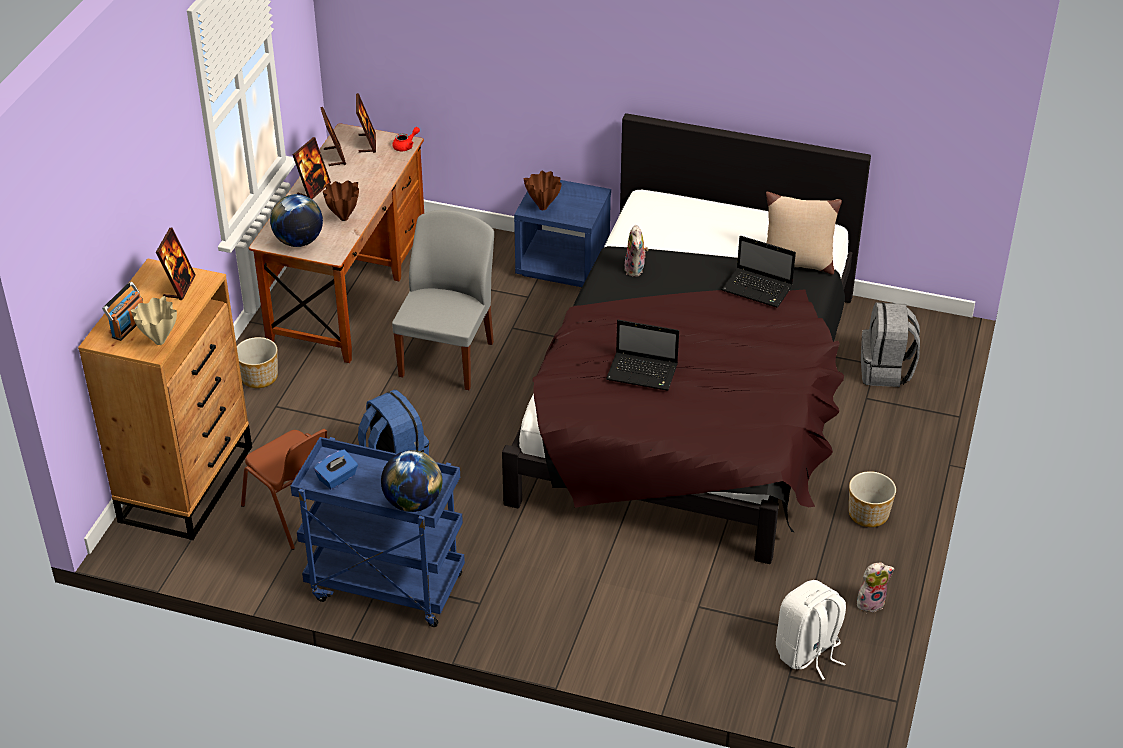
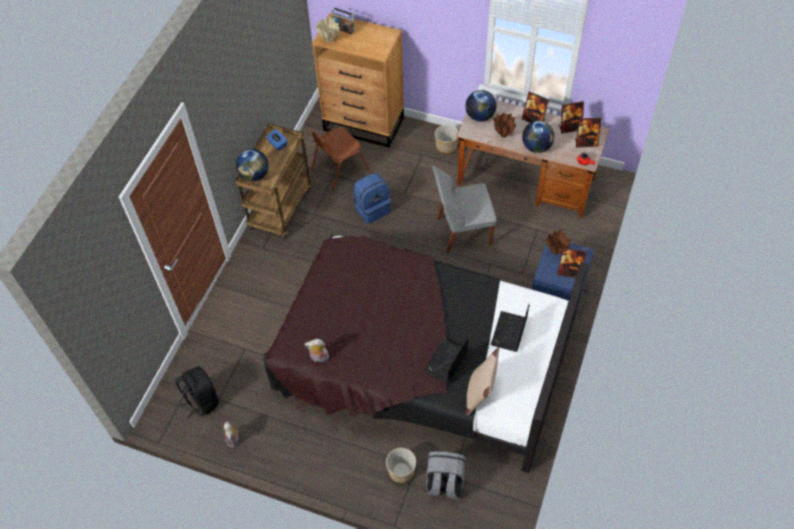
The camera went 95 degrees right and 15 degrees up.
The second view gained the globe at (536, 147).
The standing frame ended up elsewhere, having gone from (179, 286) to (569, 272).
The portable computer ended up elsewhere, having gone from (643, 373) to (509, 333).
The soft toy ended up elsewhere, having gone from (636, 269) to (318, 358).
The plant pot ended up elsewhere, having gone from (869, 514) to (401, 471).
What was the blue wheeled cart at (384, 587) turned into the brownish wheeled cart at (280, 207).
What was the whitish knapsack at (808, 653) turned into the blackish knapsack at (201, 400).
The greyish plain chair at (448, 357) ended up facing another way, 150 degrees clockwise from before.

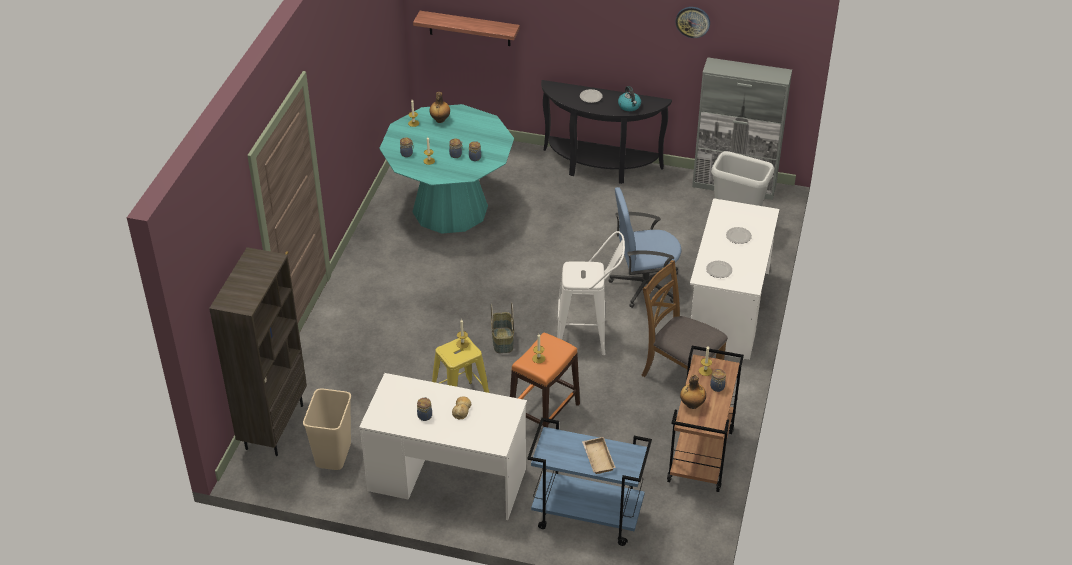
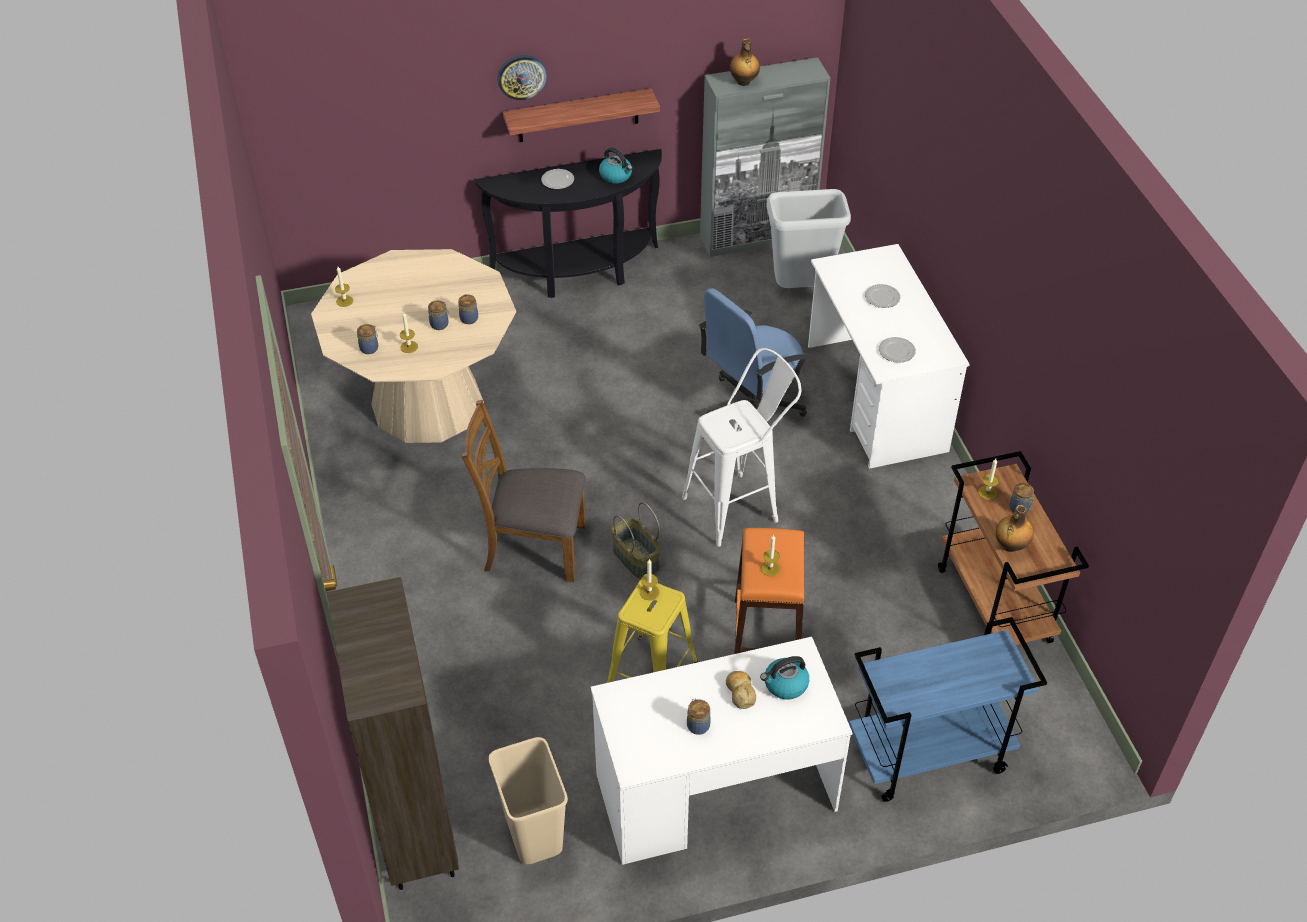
The camera went 30 degrees left and 5 degrees up.
The second view lost the beige carrying tray at (597, 458).
The second view gained the kettle at (785, 685).
The shelf ended up elsewhere, having gone from (469, 28) to (578, 116).
The beverage bottle ended up elsewhere, having gone from (440, 120) to (743, 82).
The brownish plain chair ended up elsewhere, having gone from (680, 374) to (533, 547).
The hanging clock ended up elsewhere, having gone from (693, 21) to (521, 76).
What was the turquoise-coloured dining table at (450, 209) turned into the beige dining table at (427, 403).

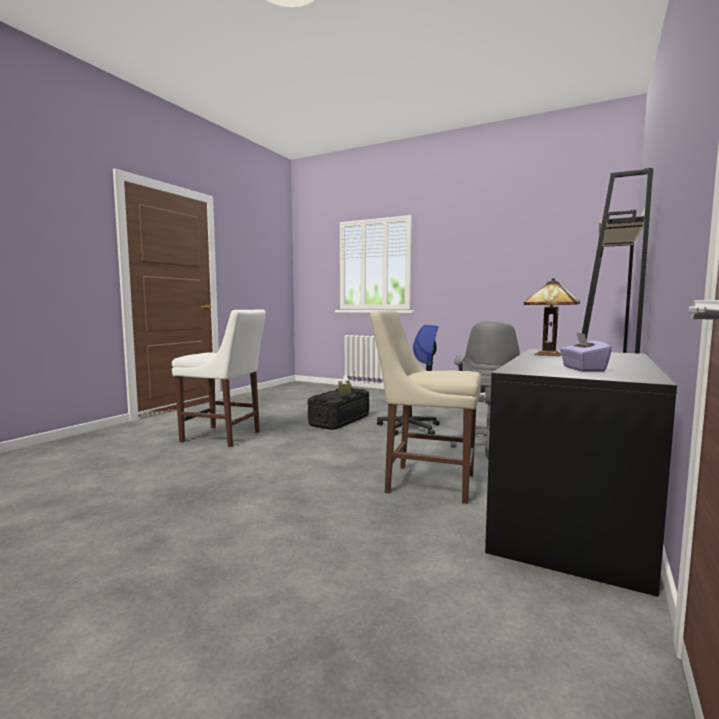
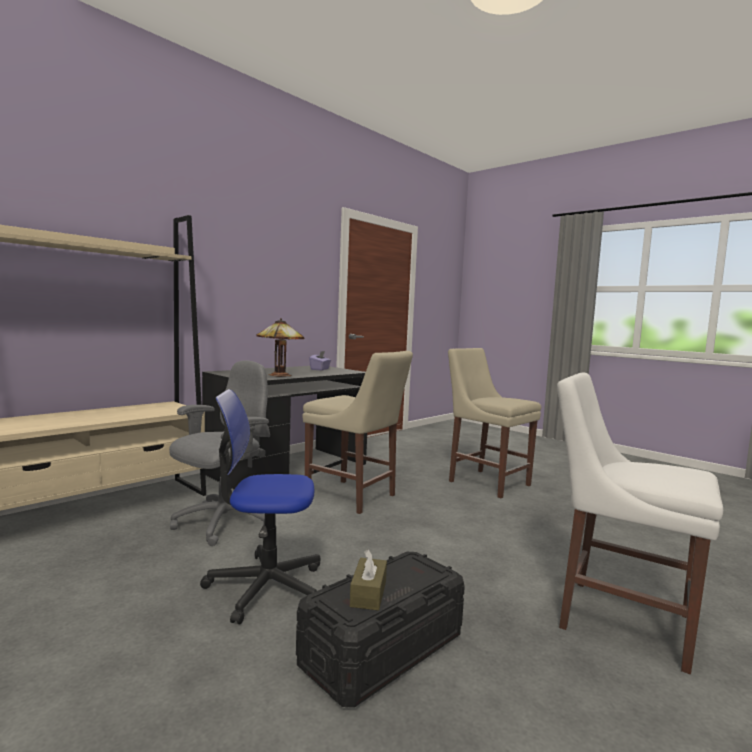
The camera went 165 degrees left and 0 degrees up.
The second view gained the beige plain chair at (486, 482).

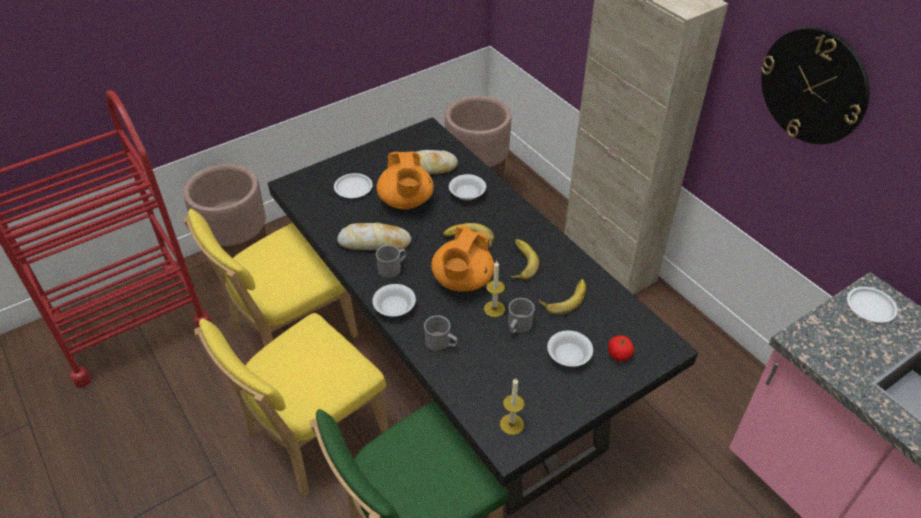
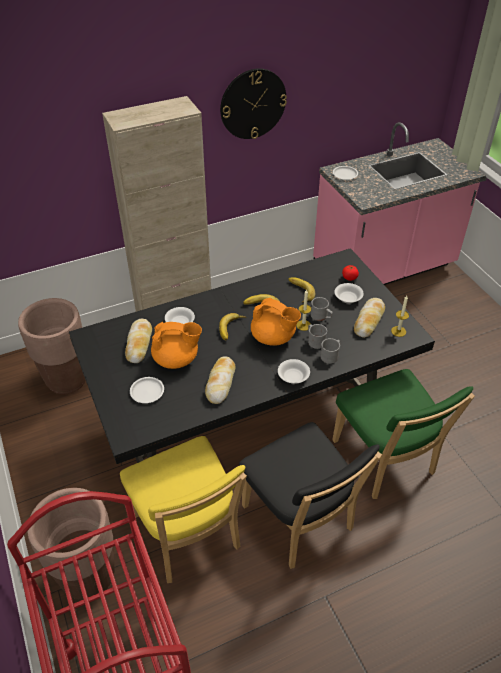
The camera went 80 degrees left and 0 degrees up.
The second view gained the bread at (369, 320).
The greyish tea mug ended up elsewhere, having gone from (392, 268) to (315, 340).
What was the yellow-coloured plain chair at (312, 438) turned into the blackish plain chair at (300, 521).

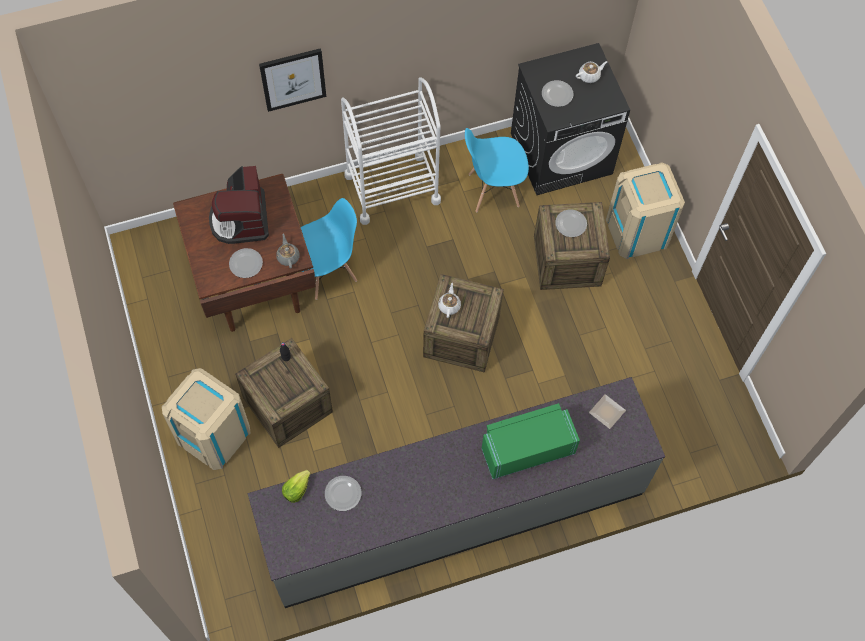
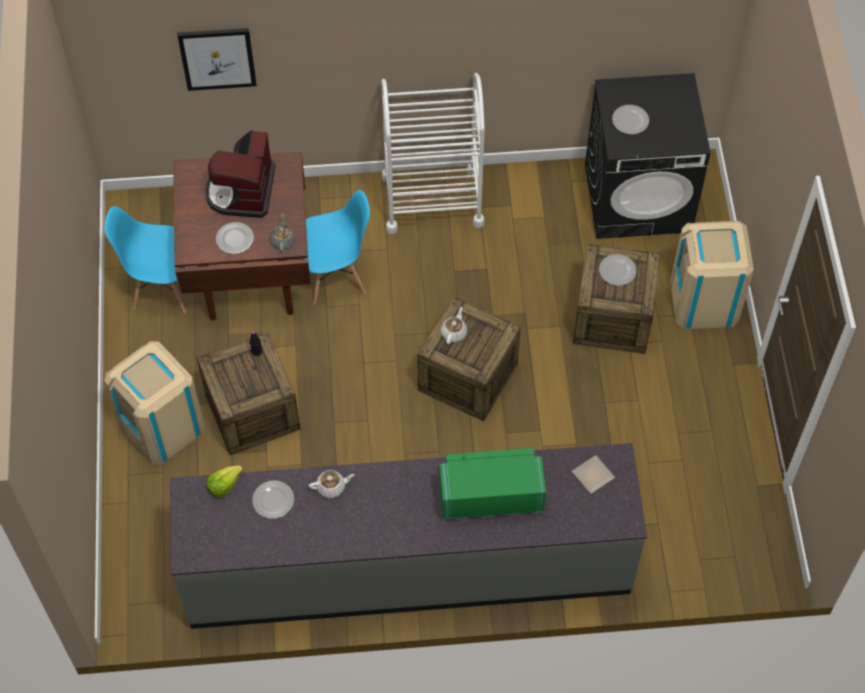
The camera went 15 degrees right and 5 degrees down.
The wall art ended up elsewhere, having gone from (293, 79) to (217, 58).
The blue plain chair ended up elsewhere, having gone from (493, 190) to (162, 288).
The whitish teapot ended up elsewhere, having gone from (589, 76) to (331, 487).

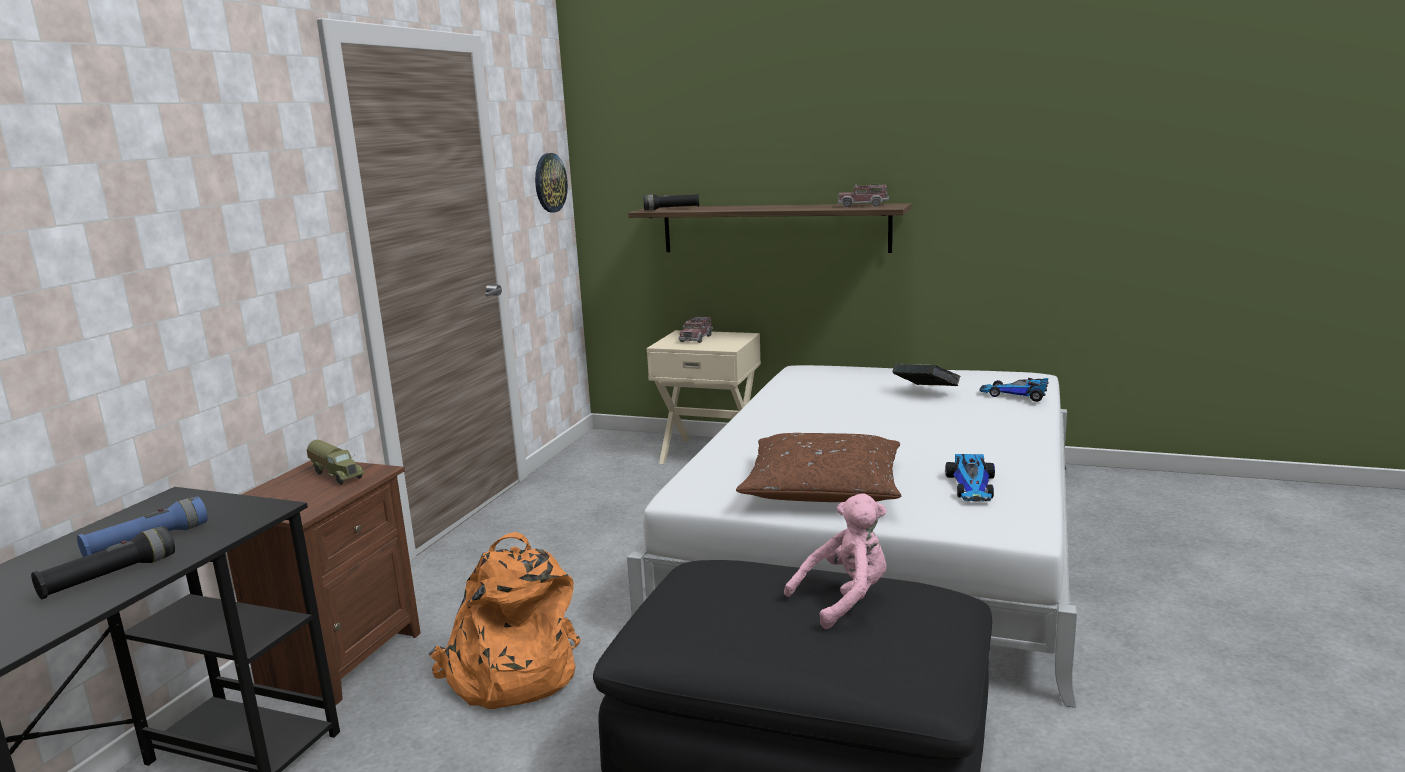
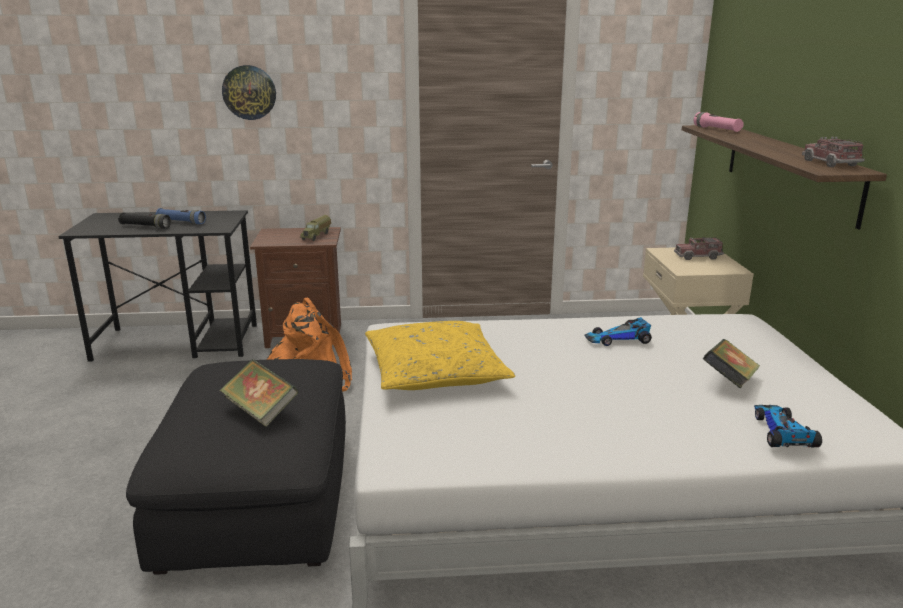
The camera went 65 degrees right and 5 degrees up.
The hanging clock ended up elsewhere, having gone from (549, 182) to (249, 92).
The model car ended up elsewhere, having gone from (973, 487) to (618, 339).
Where the pinkish soft toy stood at (845, 599), the book came to stand at (261, 411).
What was the blackish flashlight at (671, 209) turned into the pinkish flashlight at (716, 129).
What was the brownish cushion at (823, 488) turned into the yellow-coloured cushion at (435, 371).

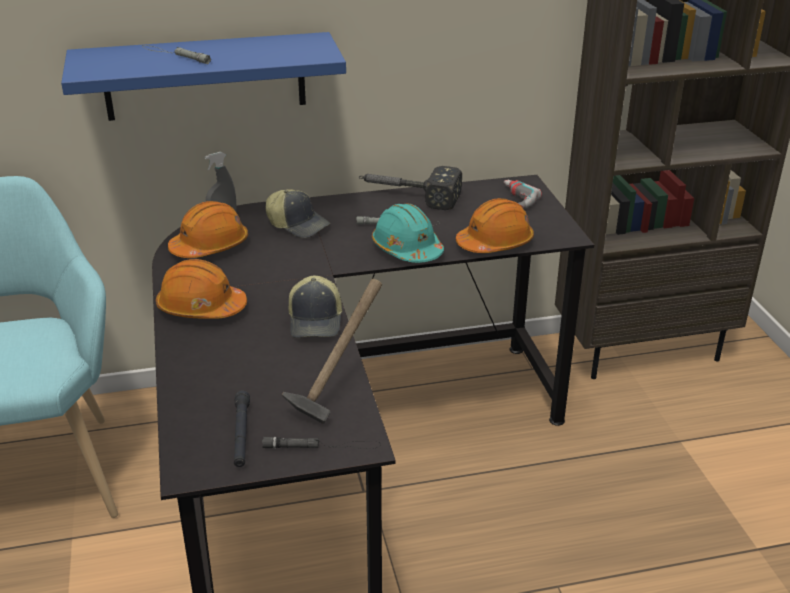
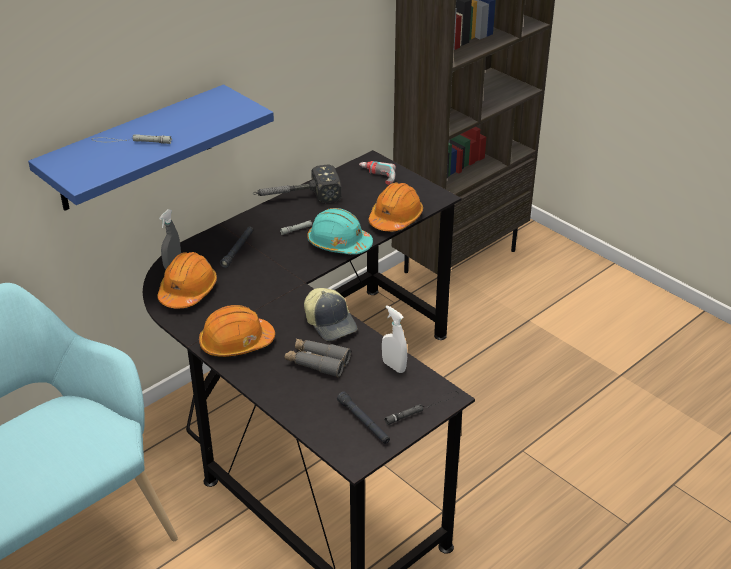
The camera went 30 degrees left and 5 degrees up.
The second view gained the greyish field glasses at (317, 362).
Where the cap stood at (298, 225), the blackish flashlight came to stand at (238, 250).
Where the tool hammer stood at (337, 389), the whitish hand sprayer came to stand at (394, 366).

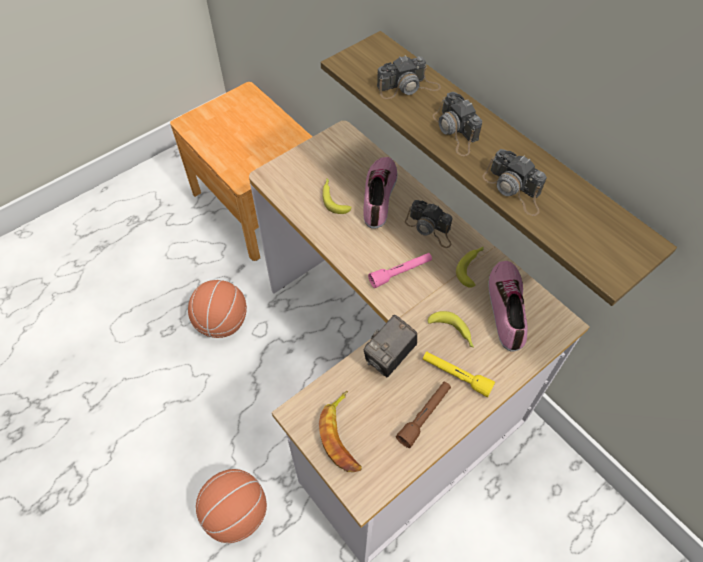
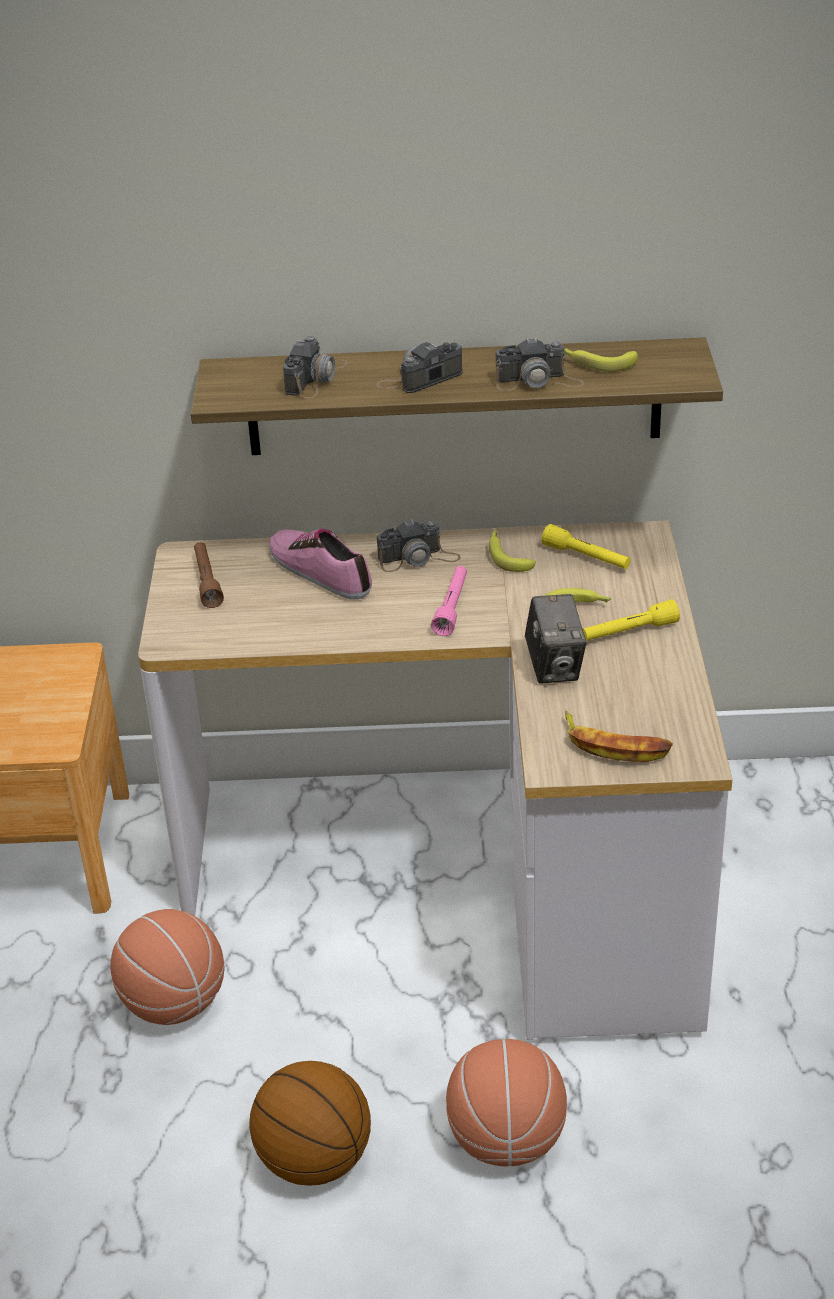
The camera went 50 degrees left and 20 degrees down.
The second view gained the ball for basketball at (314, 1159).
The banana fruit ended up elsewhere, having gone from (334, 198) to (597, 363).
The brownish flashlight ended up elsewhere, having gone from (424, 416) to (207, 581).
Where the item of footwear stood at (508, 307), the yellow-coloured flashlight came to stand at (586, 558).
The photo camera at (455, 131) ended up facing another way, 135 degrees clockwise from before.

